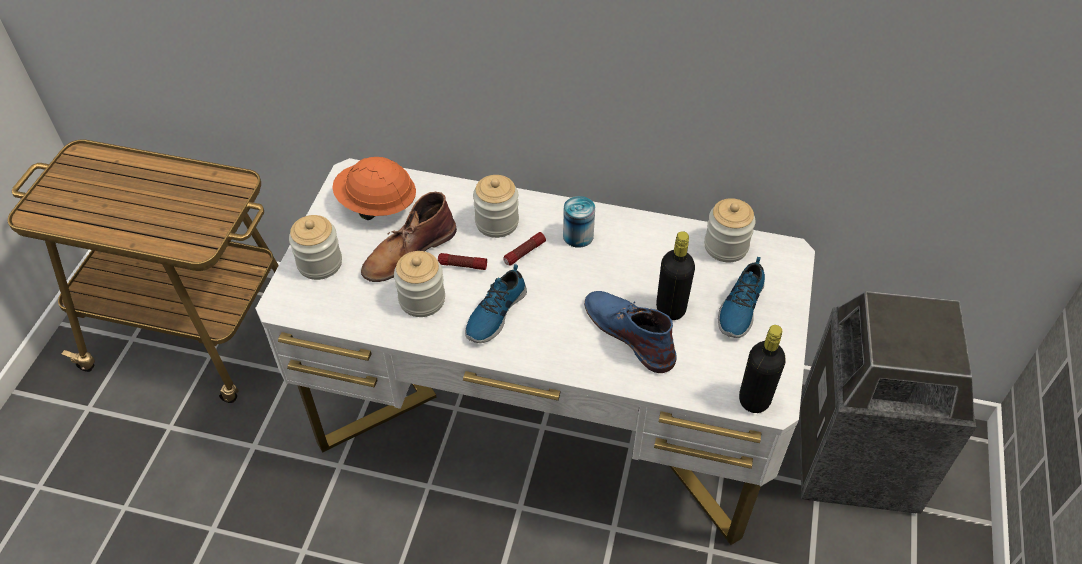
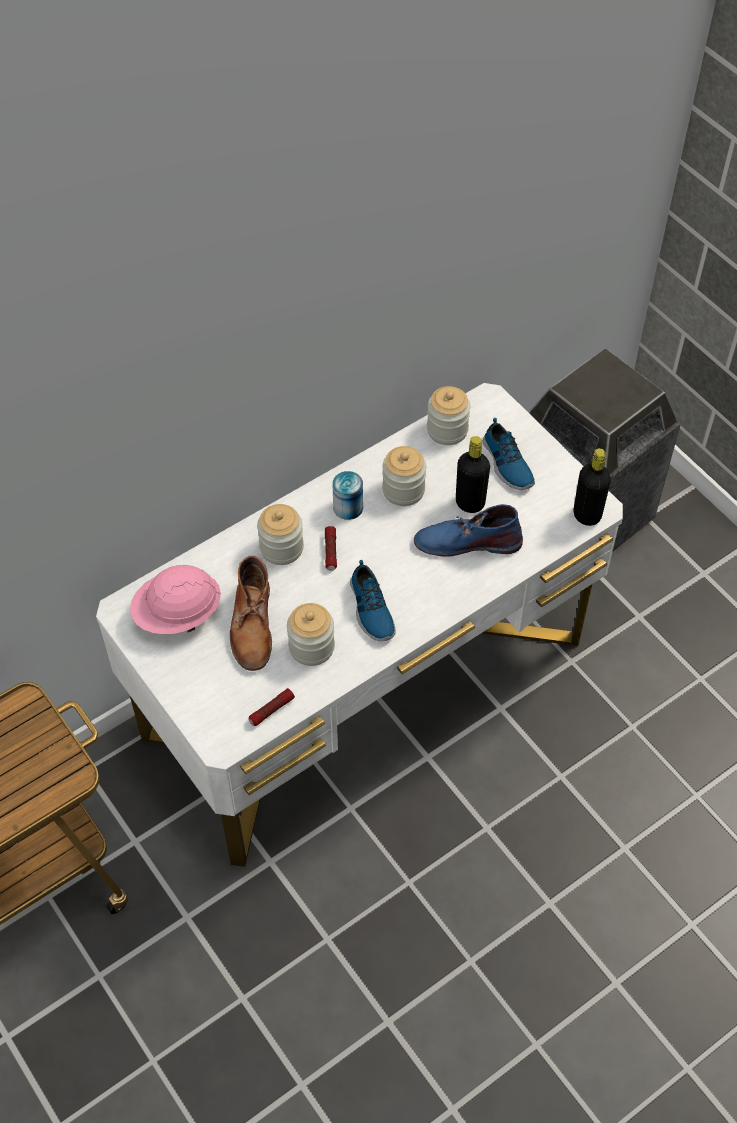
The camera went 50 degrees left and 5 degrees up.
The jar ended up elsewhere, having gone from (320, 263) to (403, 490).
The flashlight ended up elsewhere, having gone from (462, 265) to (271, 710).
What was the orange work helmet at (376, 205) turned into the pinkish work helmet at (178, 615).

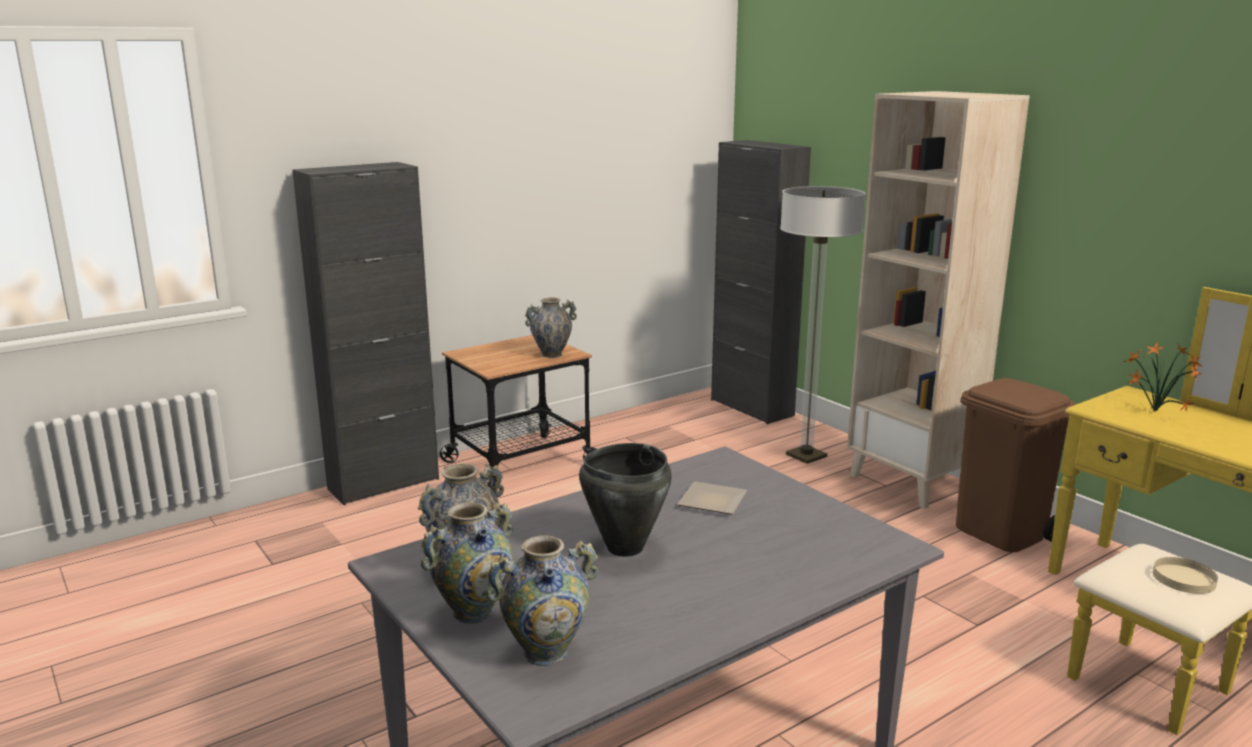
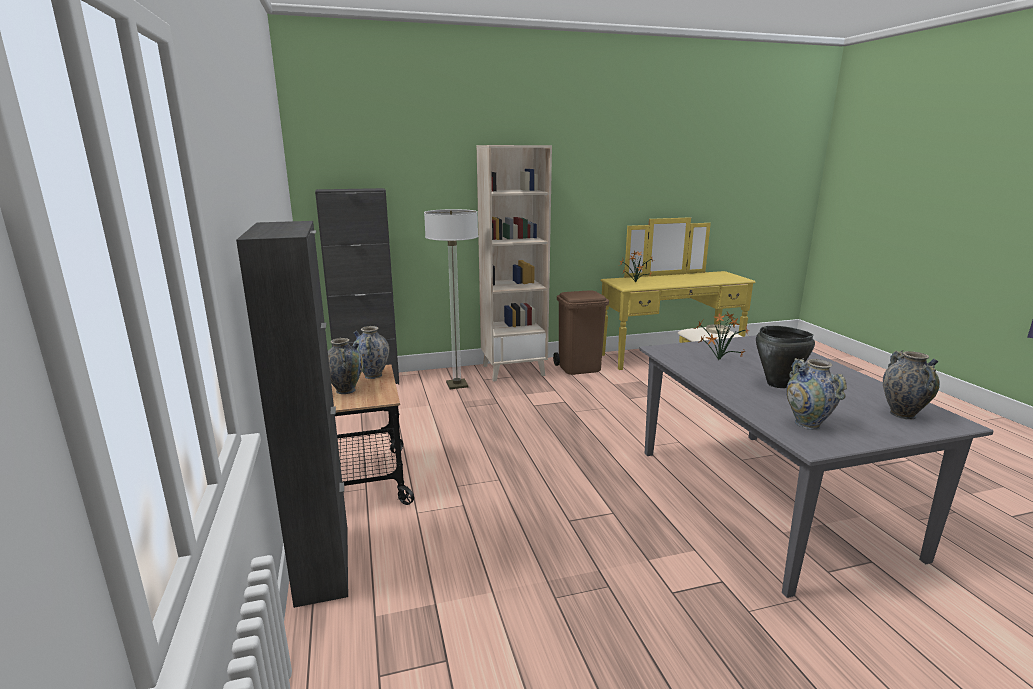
The camera went 70 degrees left and 0 degrees up.
The vase ended up elsewhere, having gone from (473, 612) to (345, 390).
Where the plate stood at (711, 501), the houseplant came to stand at (717, 359).

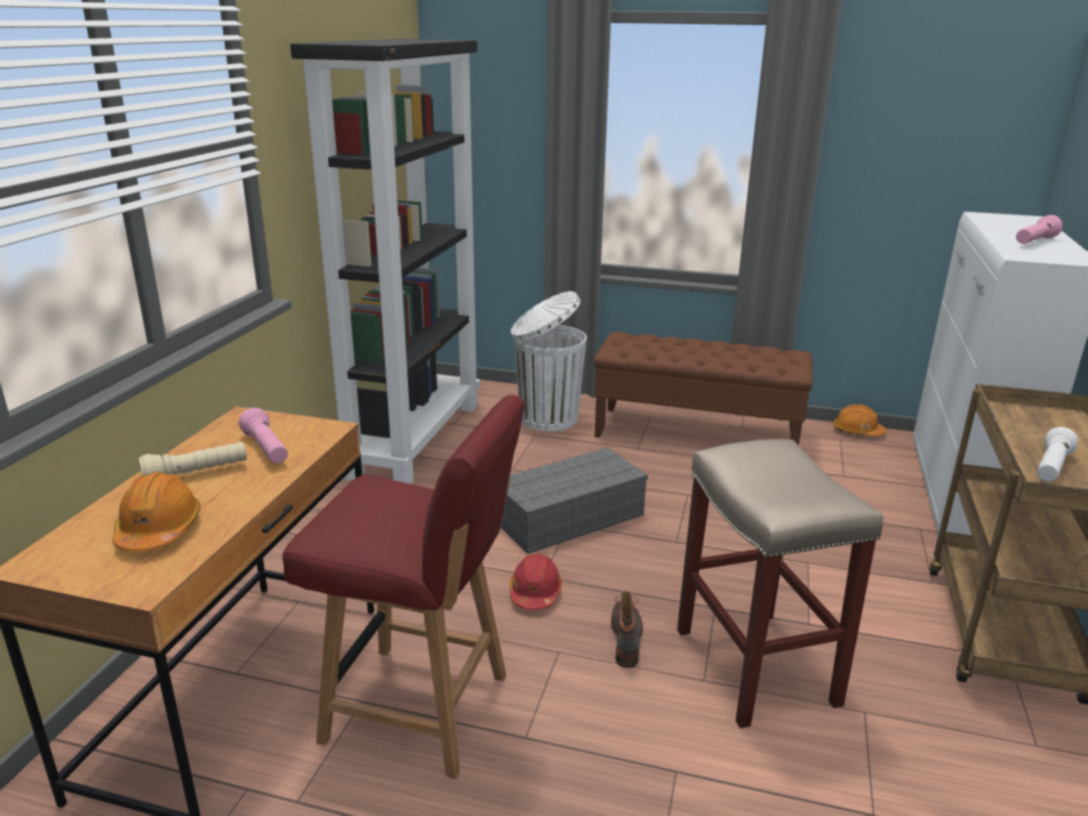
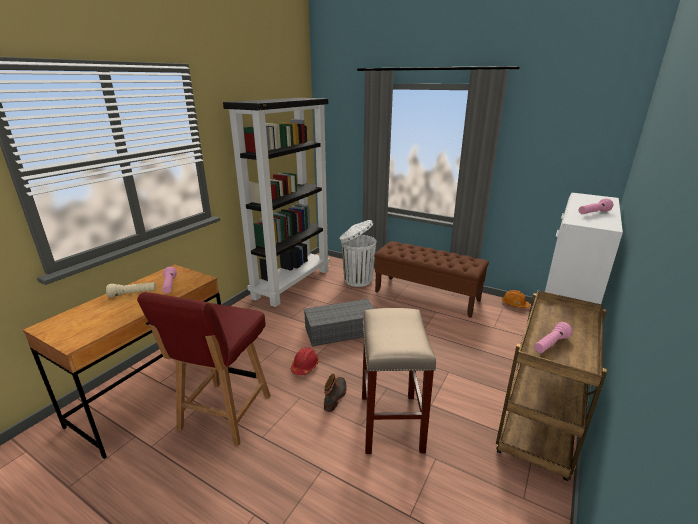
The camera went 15 degrees right and 0 degrees up.
The second view lost the orange work helmet at (159, 530).
What was the whitish flashlight at (1051, 468) turned into the pinkish flashlight at (550, 345).
The red-coloured plain chair at (421, 709) ended up facing another way, 75 degrees clockwise from before.

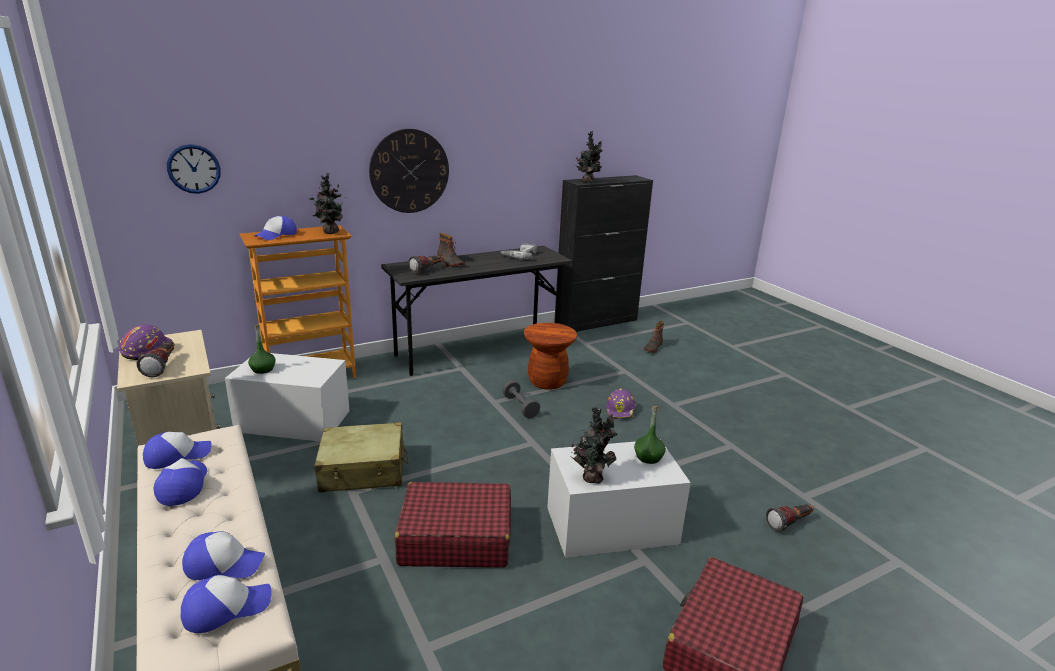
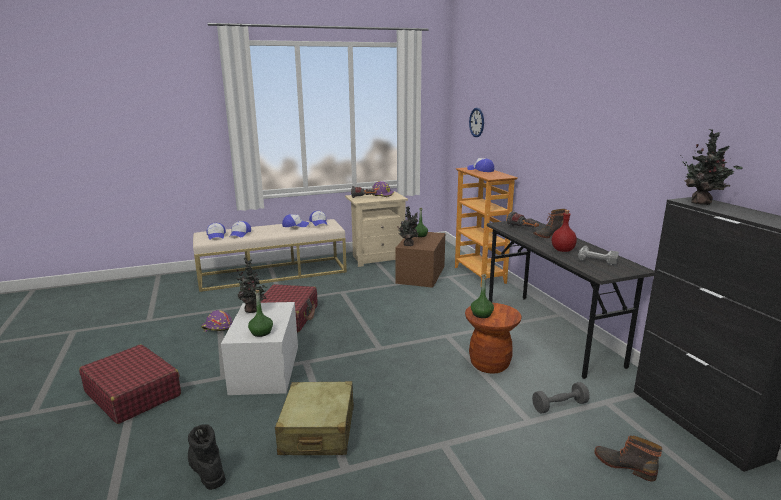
The camera went 100 degrees right and 5 degrees down.
The second view lost the hanging clock at (409, 171).
The second view gained the green beverage bottle at (481, 314).
The second view gained the red-coloured beverage bottle at (562, 250).
The houseplant ended up elsewhere, having gone from (329, 232) to (408, 244).
The beige piece of luggage ended up elsewhere, having gone from (363, 470) to (318, 430).
The greyish dumbbell ended up elsewhere, having gone from (520, 406) to (559, 406).
The purple work helmet ended up elsewhere, having gone from (621, 411) to (217, 328).
Where the flashlight stood at (790, 523), the blackish boot came to stand at (205, 467).
What was the whitish storage container at (293, 421) turned into the brownish storage container at (421, 274).

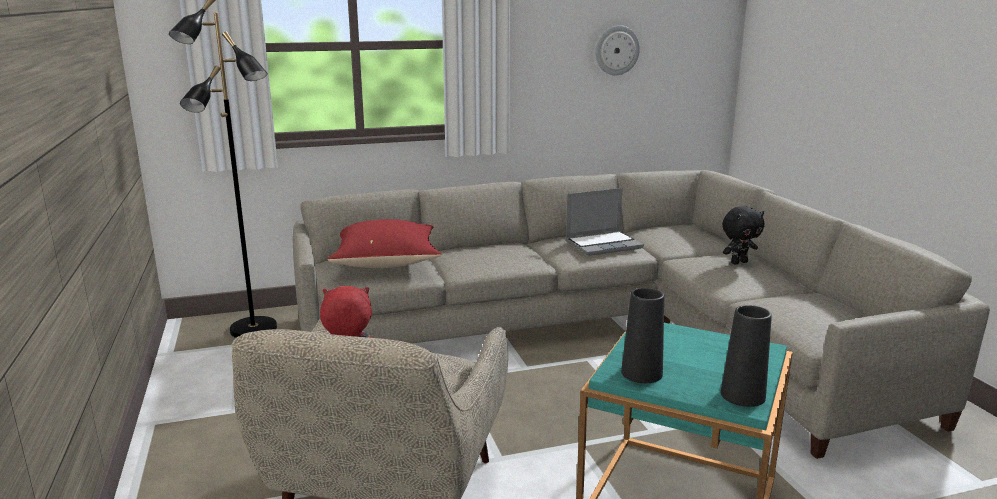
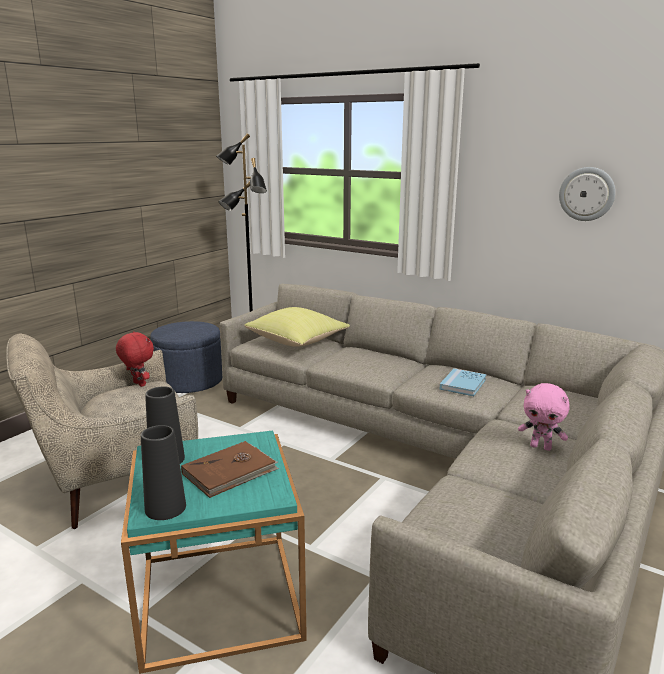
The camera went 50 degrees right and 0 degrees up.
The second view gained the blue ottoman at (189, 381).
The second view gained the brownish book at (230, 472).
Where the portable computer stood at (604, 244), the blue book came to stand at (463, 384).
What was the red-coloured cushion at (387, 262) turned into the yellow-coloured cushion at (298, 342).
What was the blackish soft toy at (738, 262) turned into the pinkish soft toy at (541, 447).

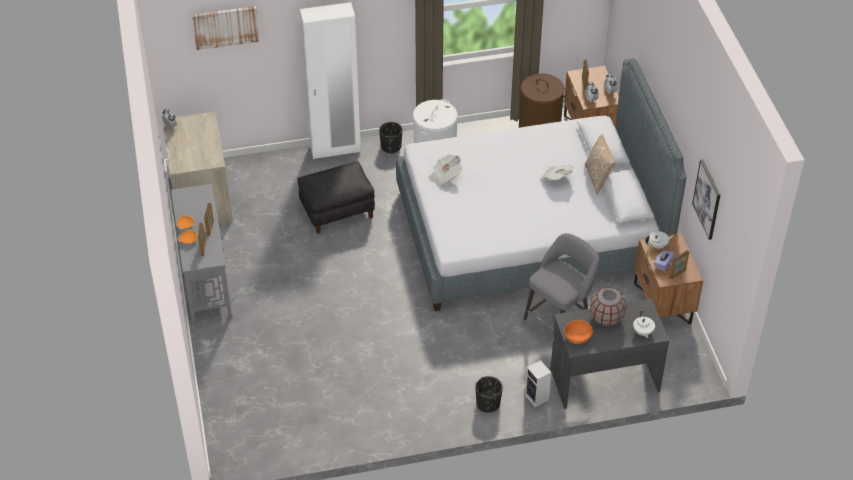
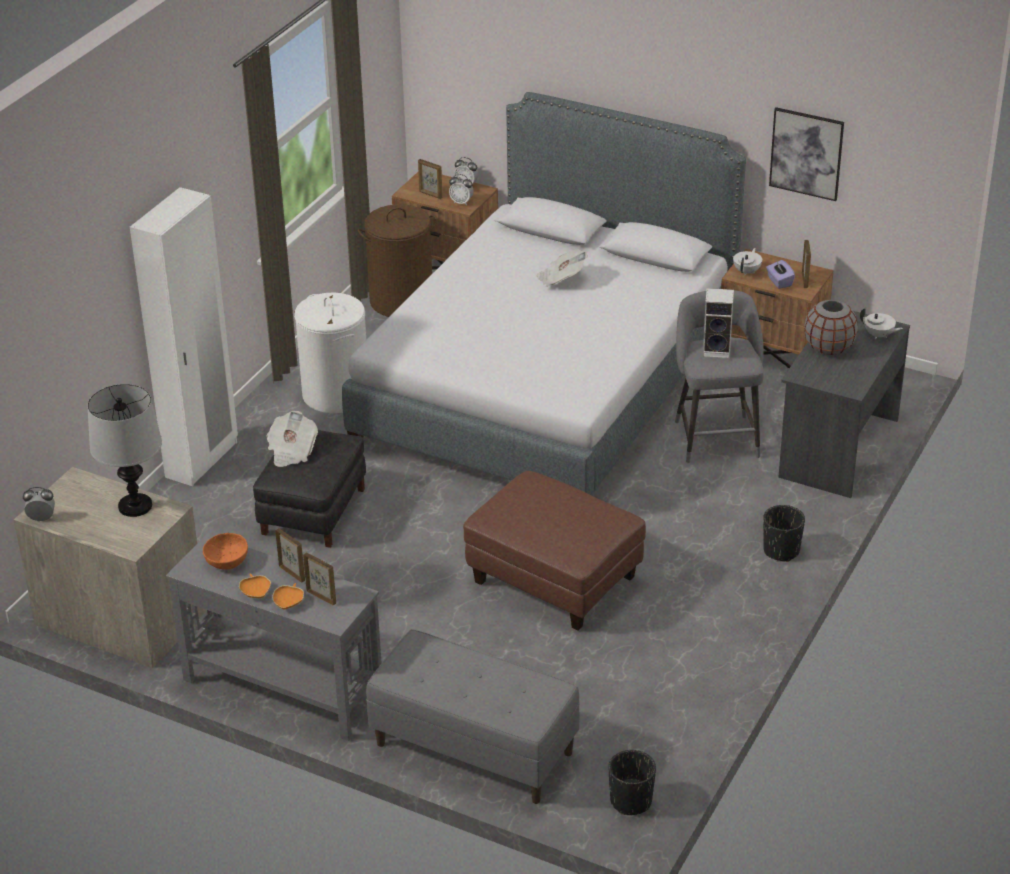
The camera went 50 degrees left and 10 degrees down.
The second view lost the wall art at (225, 27).
The second view lost the cushion at (598, 178).
The second view gained the lamp for a table at (134, 506).
The second view gained the greyish bench at (473, 749).
The second view gained the brownish ottoman at (555, 580).
The blackish plant pot ended up elsewhere, having gone from (391, 147) to (630, 801).
The daily paper ended up elsewhere, having gone from (444, 176) to (291, 451).
The audio speaker ended up elsewhere, having gone from (537, 398) to (718, 350).
The orange bowl ended up elsewhere, having gone from (577, 337) to (226, 561).

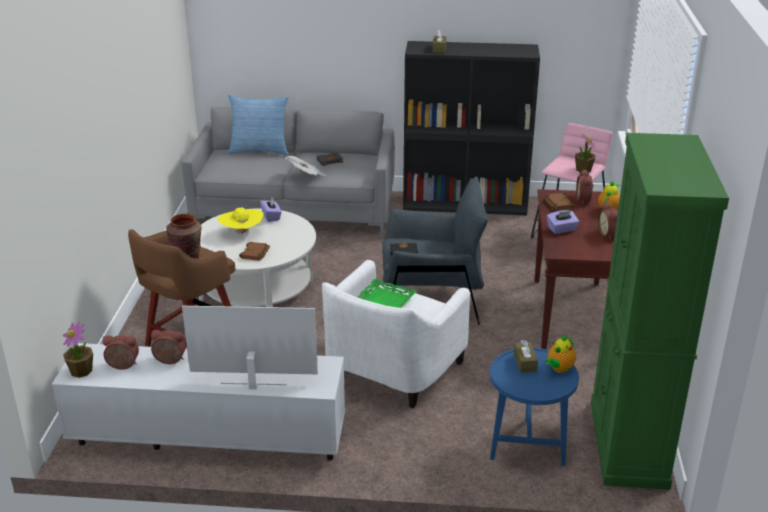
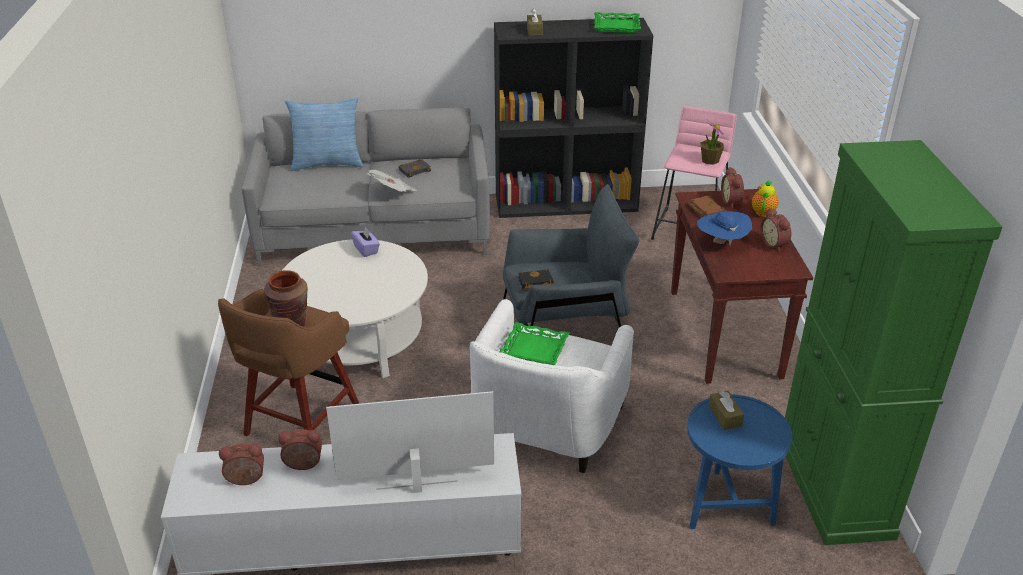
The camera went 10 degrees left and 5 degrees up.
The second view lost the houseplant at (81, 371).
The second view lost the yellow-coloured wearable hat at (242, 233).
The second view lost the brownish book at (255, 254).
The second view lost the teapot at (559, 368).
The second view gained the green carrying tray at (616, 26).
Where the purple tissue box stood at (561, 229), the blue wearable hat came to stand at (721, 243).

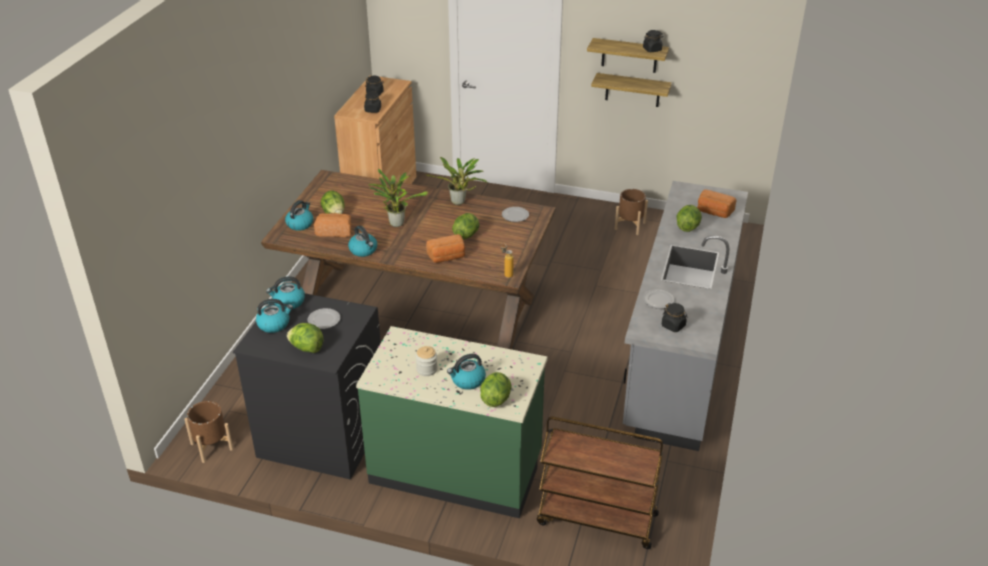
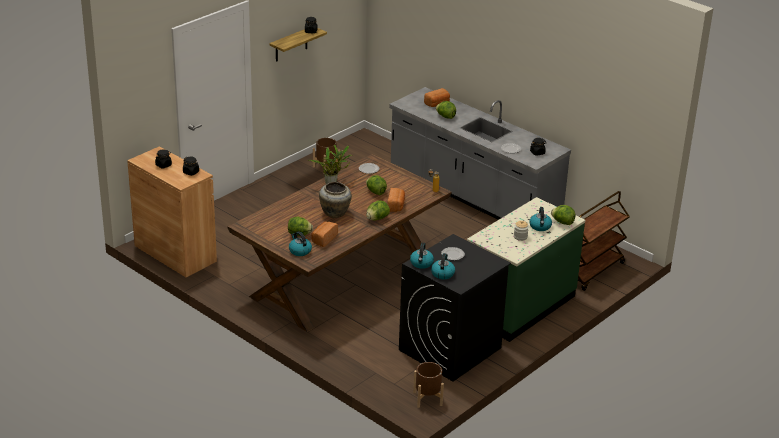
The camera went 65 degrees left and 5 degrees down.
The second view lost the kettle at (363, 250).
The second view lost the shelf at (632, 90).
The lettuce ended up elsewhere, having gone from (306, 348) to (377, 219).
Where the houseplant stood at (395, 222), the beige vase came to stand at (335, 213).

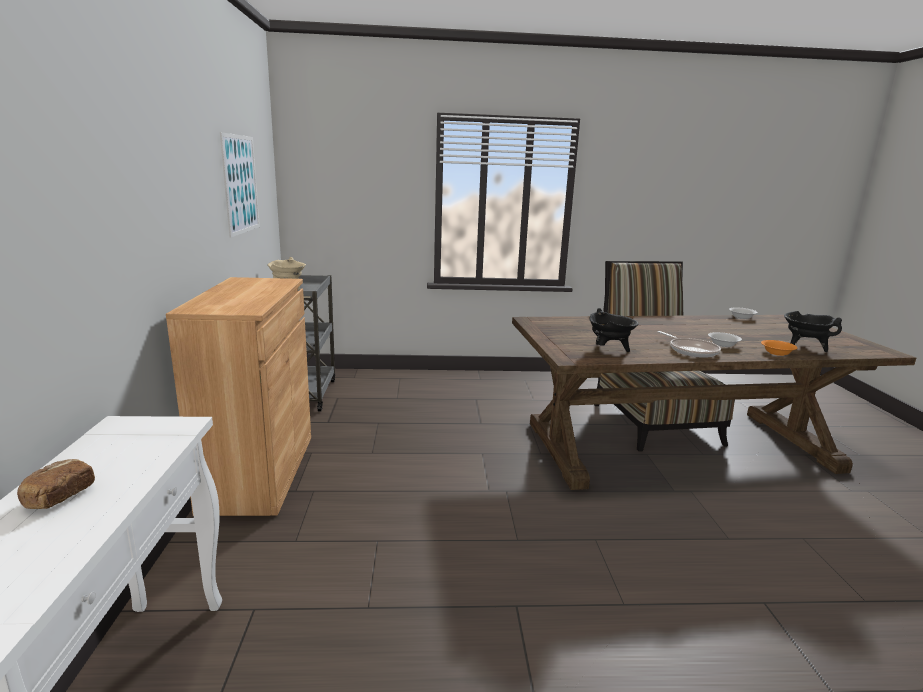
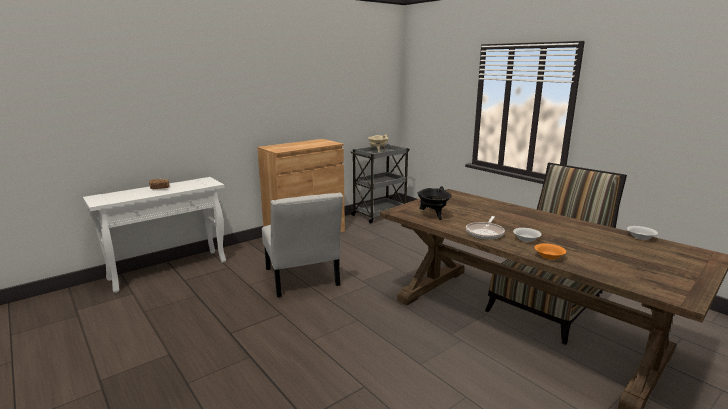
The camera went 55 degrees right and 0 degrees up.
The second view lost the wall art at (241, 184).
The second view lost the blackish stockpot at (804, 347).
The second view gained the whitish plain chair at (302, 279).

